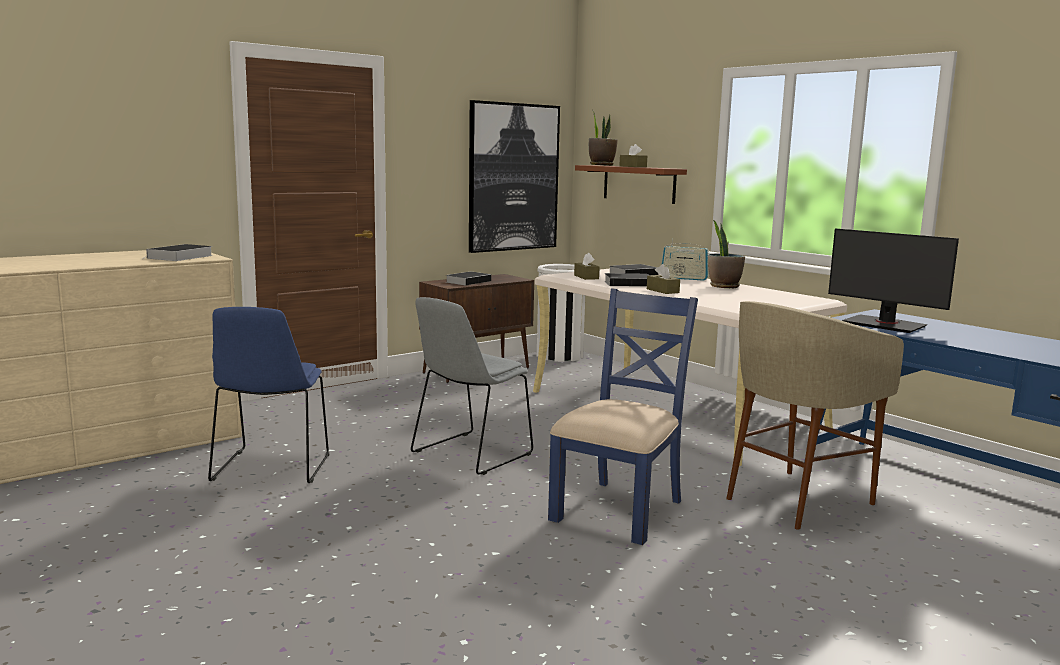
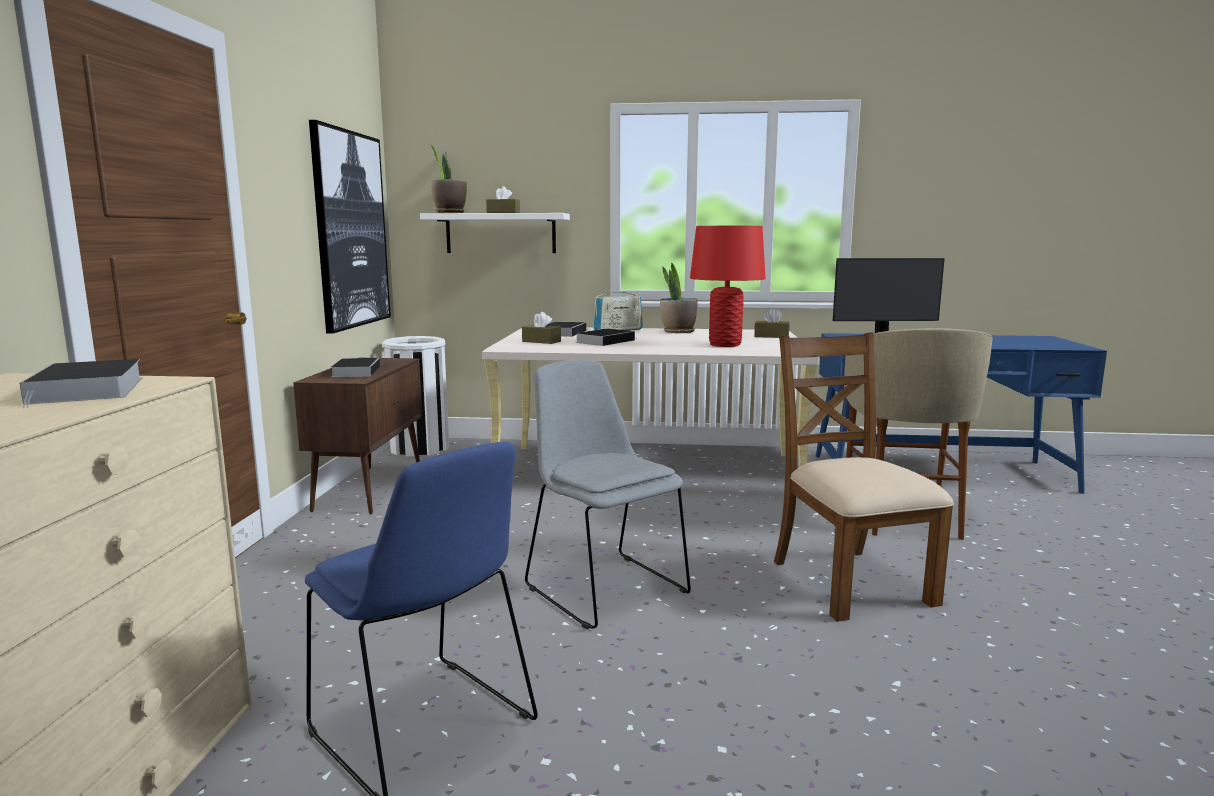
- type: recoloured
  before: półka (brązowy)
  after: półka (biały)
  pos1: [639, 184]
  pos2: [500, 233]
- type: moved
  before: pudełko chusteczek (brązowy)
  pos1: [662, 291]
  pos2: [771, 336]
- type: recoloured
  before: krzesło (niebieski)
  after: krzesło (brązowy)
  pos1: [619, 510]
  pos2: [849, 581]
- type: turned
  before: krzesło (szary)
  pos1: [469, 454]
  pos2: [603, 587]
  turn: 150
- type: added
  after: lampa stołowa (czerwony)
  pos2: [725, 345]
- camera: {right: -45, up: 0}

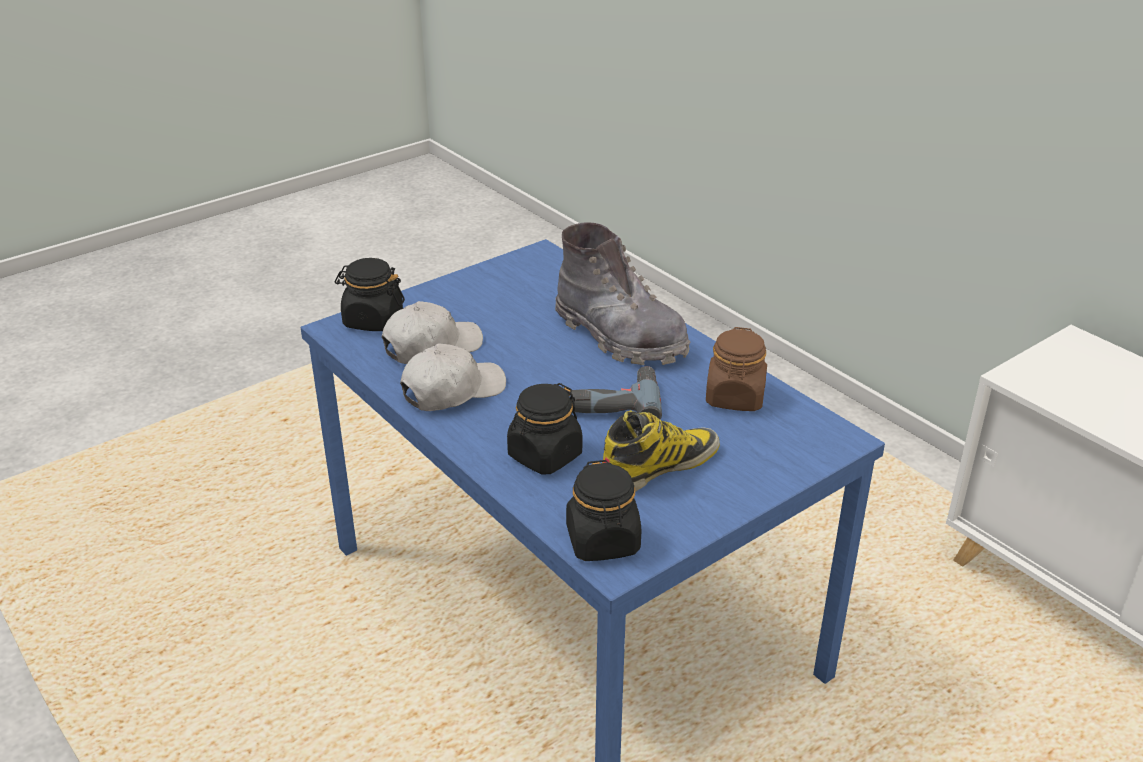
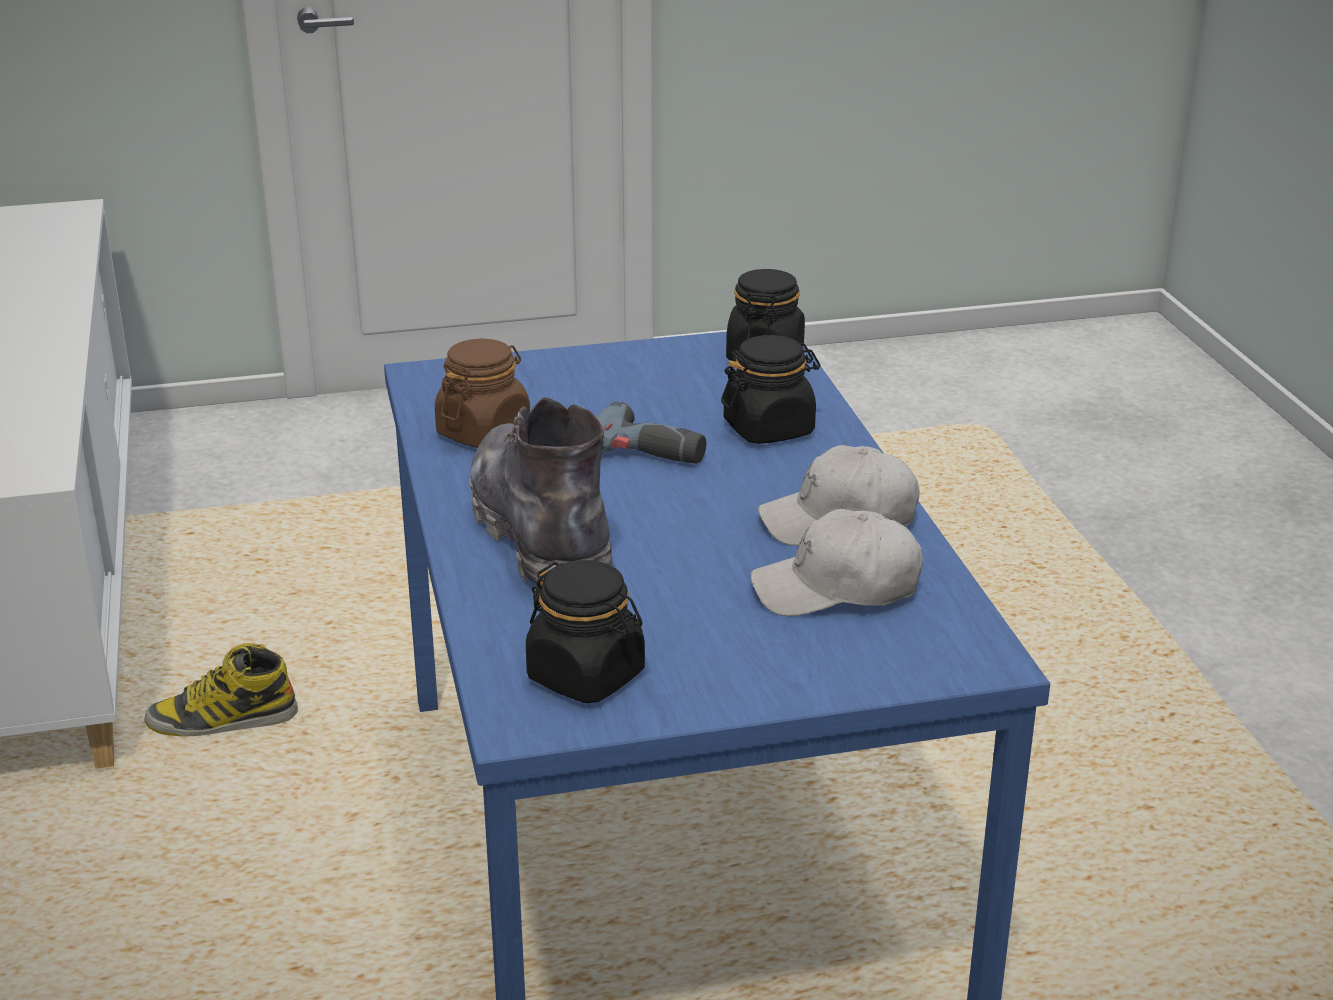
- type: moved
  before: słoik (czarny)
  pos1: [373, 320]
  pos2: [586, 676]
- type: moved
  before: but z cholewką
  pos1: [659, 466]
  pos2: [222, 720]
- camera: {right: -155, up: -5}

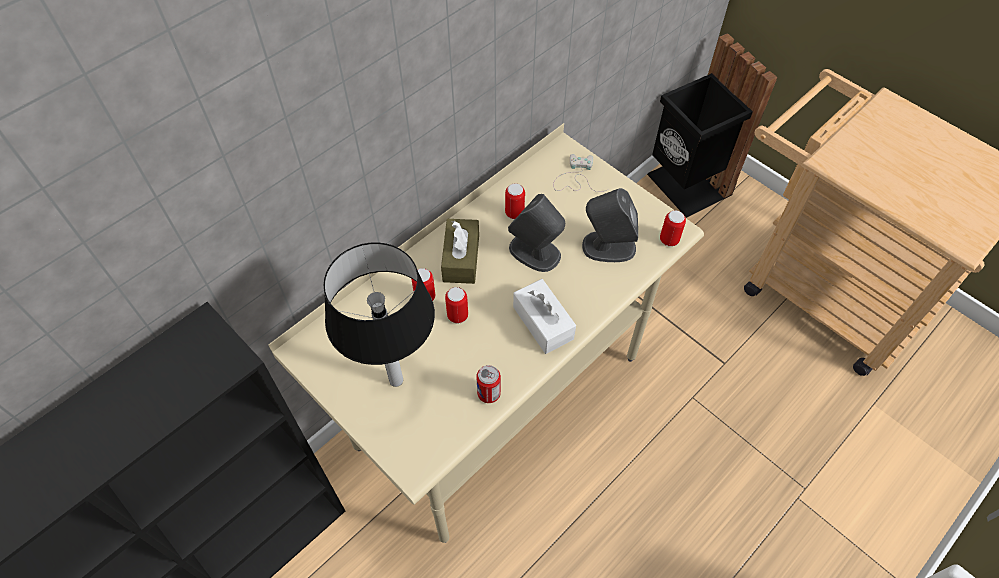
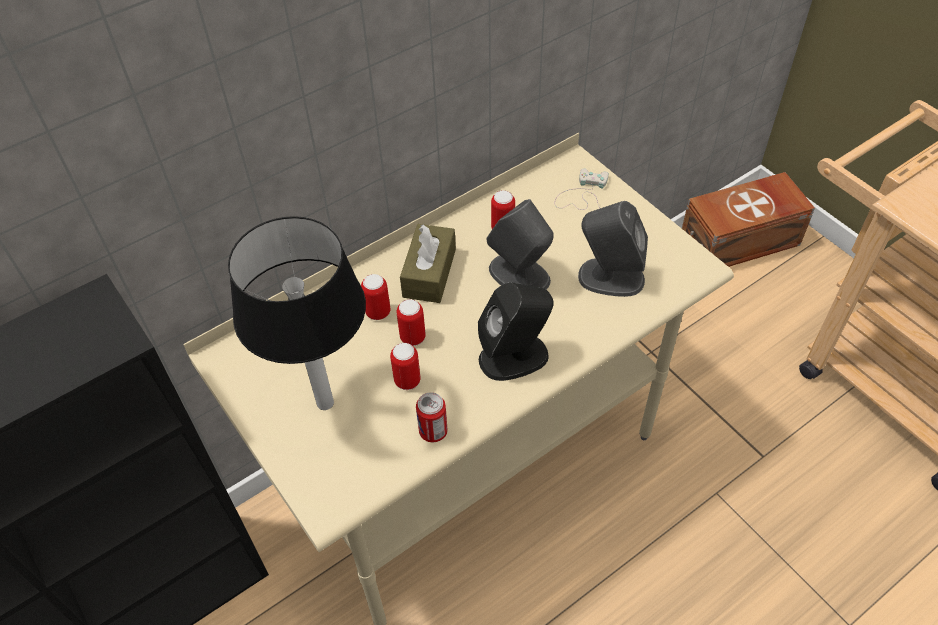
- type: replaced
  before: kosz na śmieci (czarny)
  after: pojemnik do przechowywania (brązowy)
  pos1: [686, 186]
  pos2: [742, 241]
- type: moved
  before: puszka
  pos1: [669, 240]
  pos2: [407, 381]
- type: replaced
  before: pudełko chusteczek (biały)
  after: głośnik (czarny)
  pos1: [543, 323]
  pos2: [514, 357]
- camera: {right: 10, up: -5}

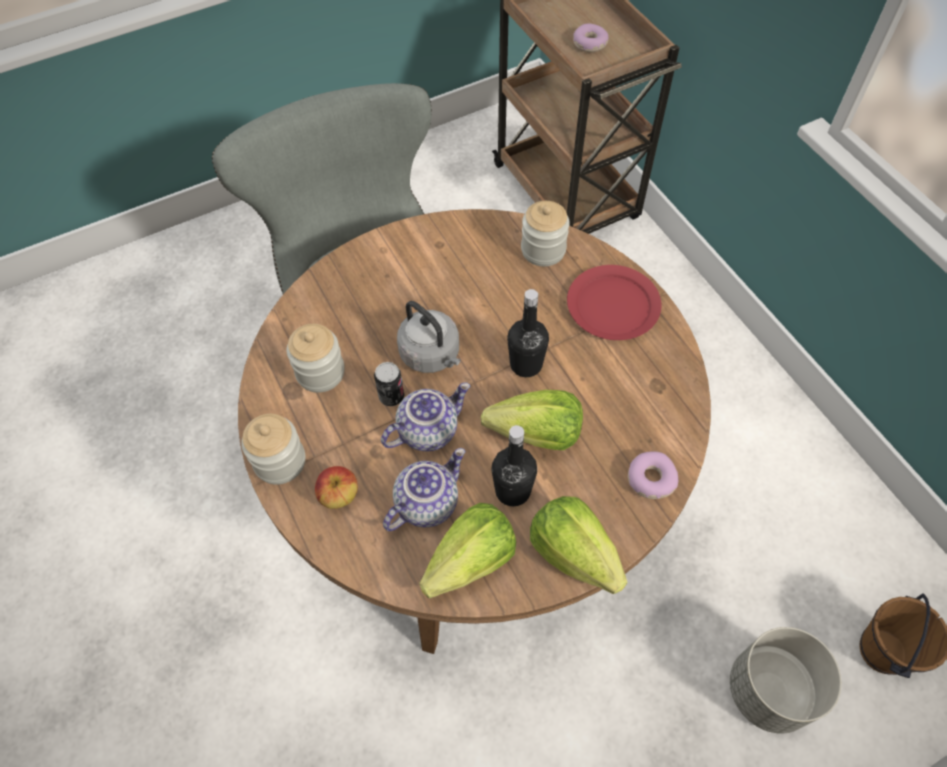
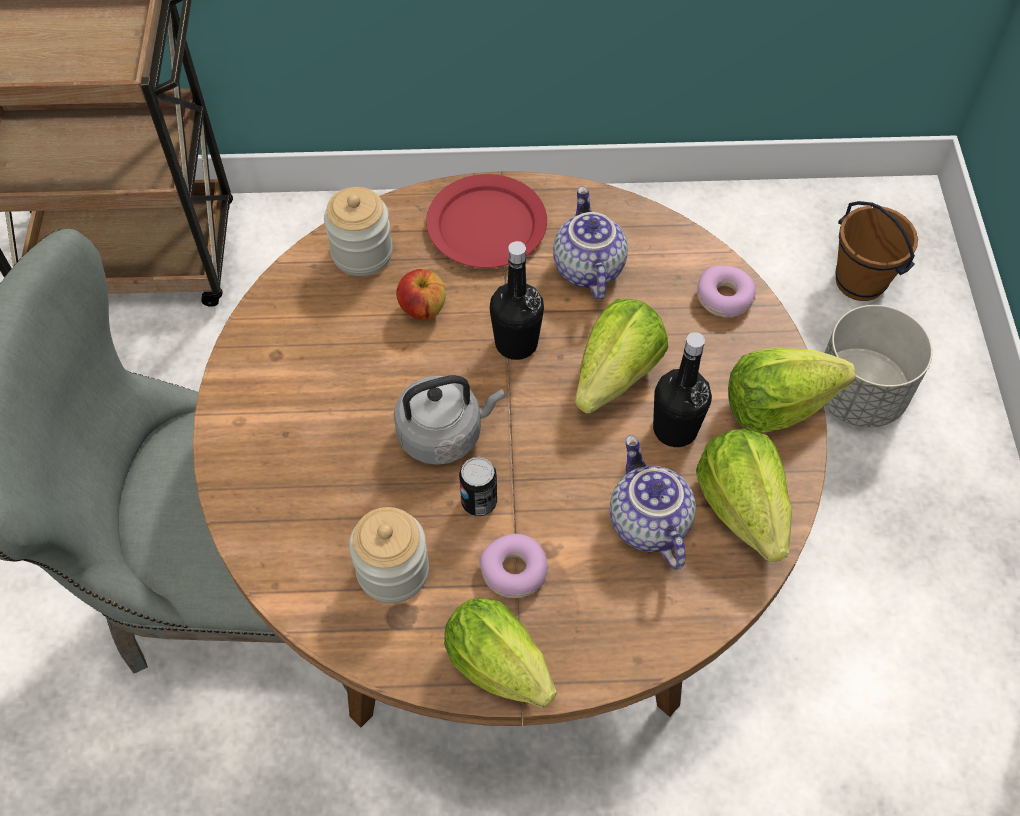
- type: moved
  before: donut
  pos1: [589, 44]
  pos2: [514, 571]
- type: moved
  before: imbryk
  pos1: [427, 429]
  pos2: [586, 268]
- type: replaced
  before: słoik
  after: sałata
  pos1: [280, 461]
  pos2: [504, 669]
- type: moved
  before: jabłko
  pos1: [339, 495]
  pos2: [422, 309]
- camera: {right: -65, up: 0}

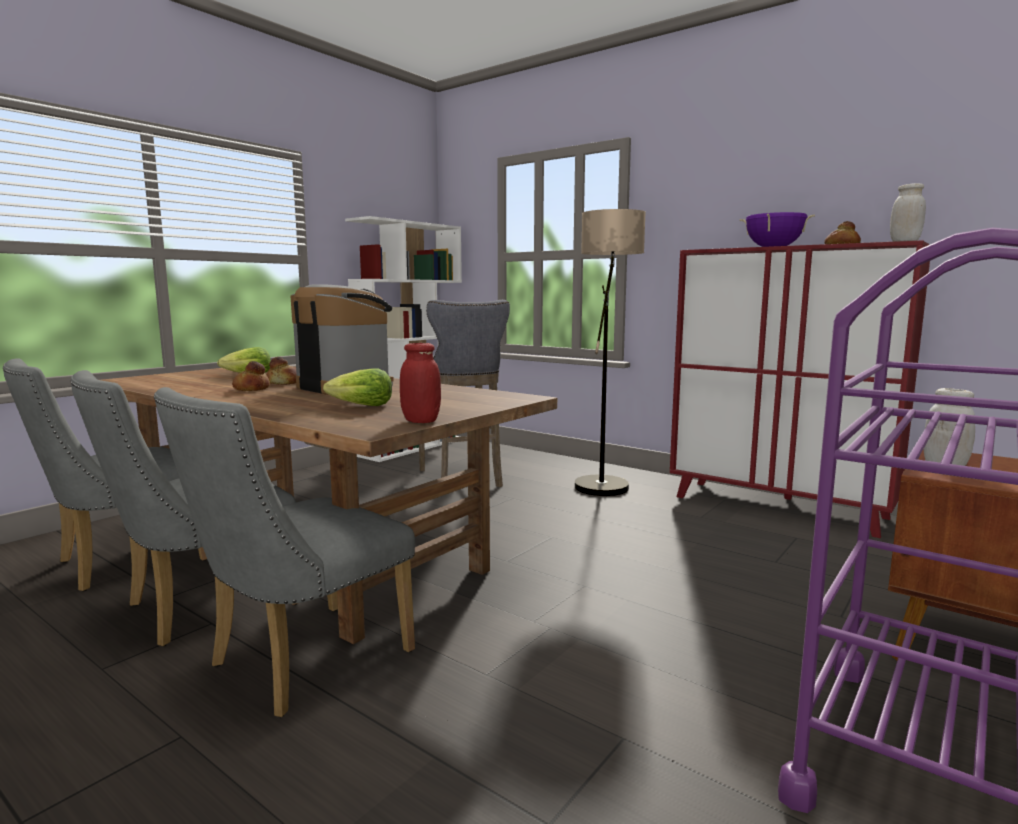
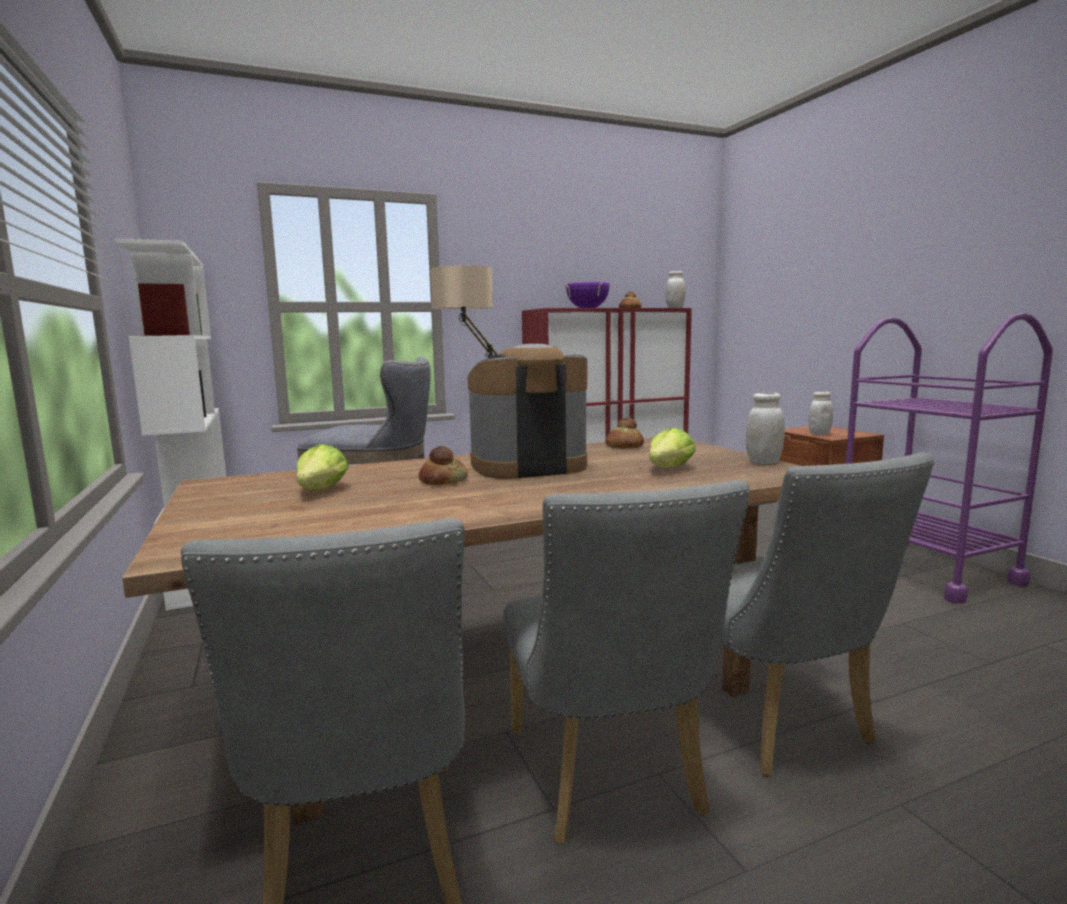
- type: recoloured
  before: słoik (czerwony)
  after: słoik (biały)
  pos1: [421, 421]
  pos2: [763, 462]
- type: moved
  before: chleb
  pos1: [251, 389]
  pos2: [624, 446]
- camera: {right: -60, up: 0}

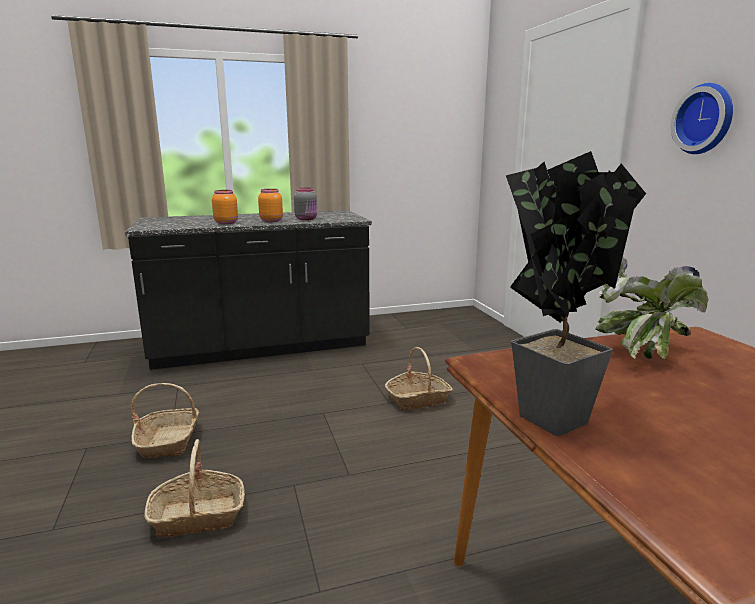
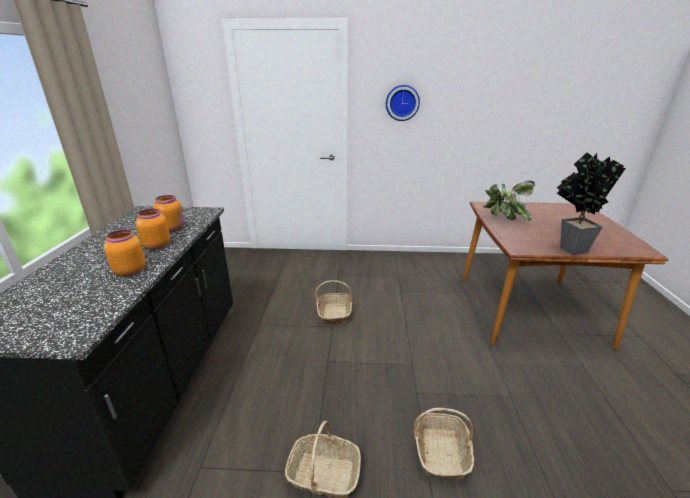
- type: recoloured
  before: słoik (szary)
  after: słoik (pomarańczowy)
  pos1: [306, 219]
  pos2: [172, 229]
- camera: {right: -70, up: 10}

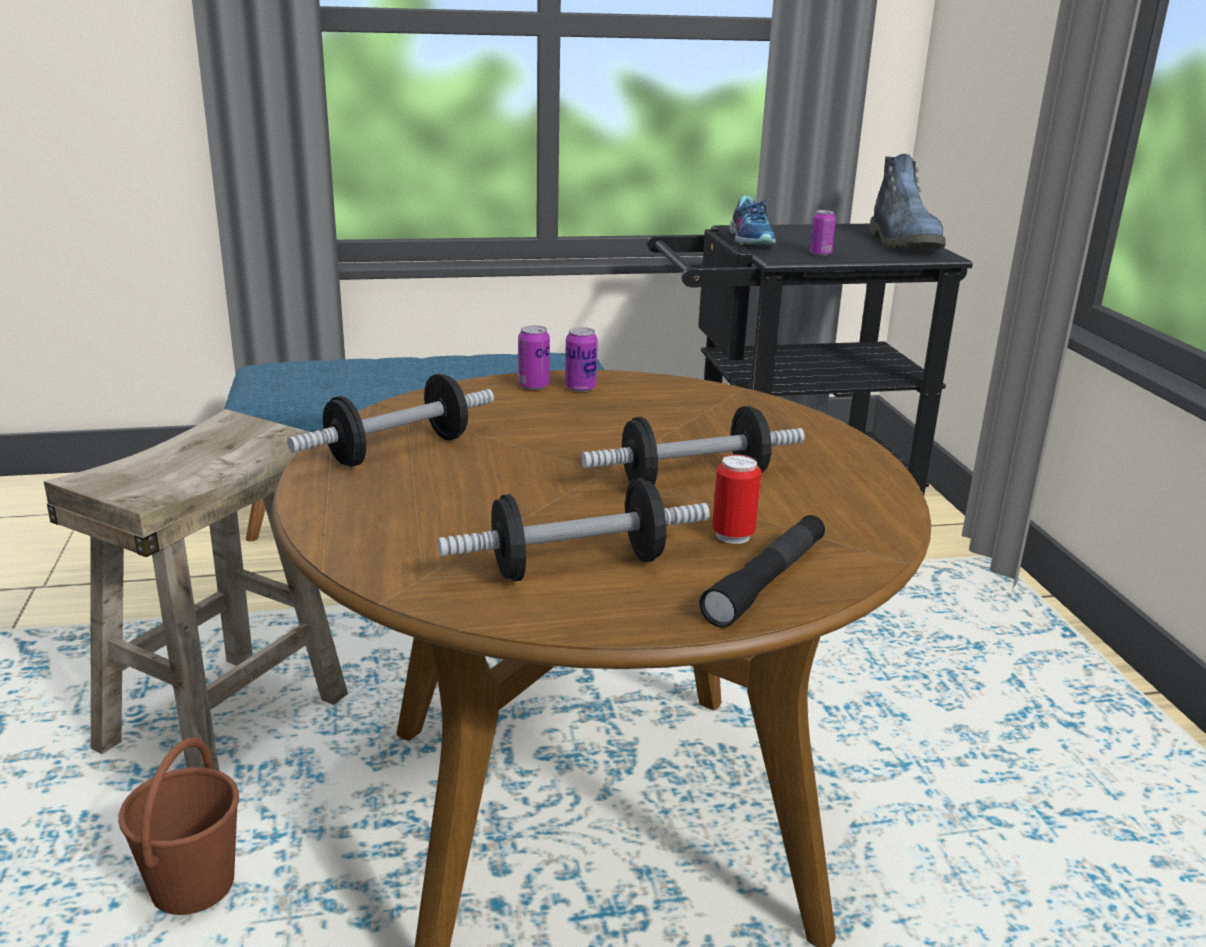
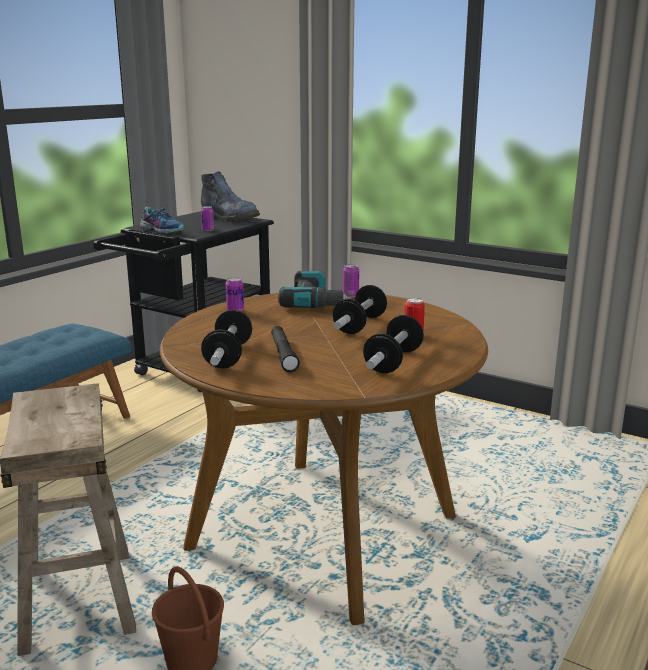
- type: moved
  before: puszka
  pos1: [533, 386]
  pos2: [350, 295]
- type: moved
  before: latarka (czarny)
  pos1: [766, 582]
  pos2: [283, 355]
- type: added
  after: wiertarka
  pos2: [314, 302]
- camera: {right: -45, up: -5}

